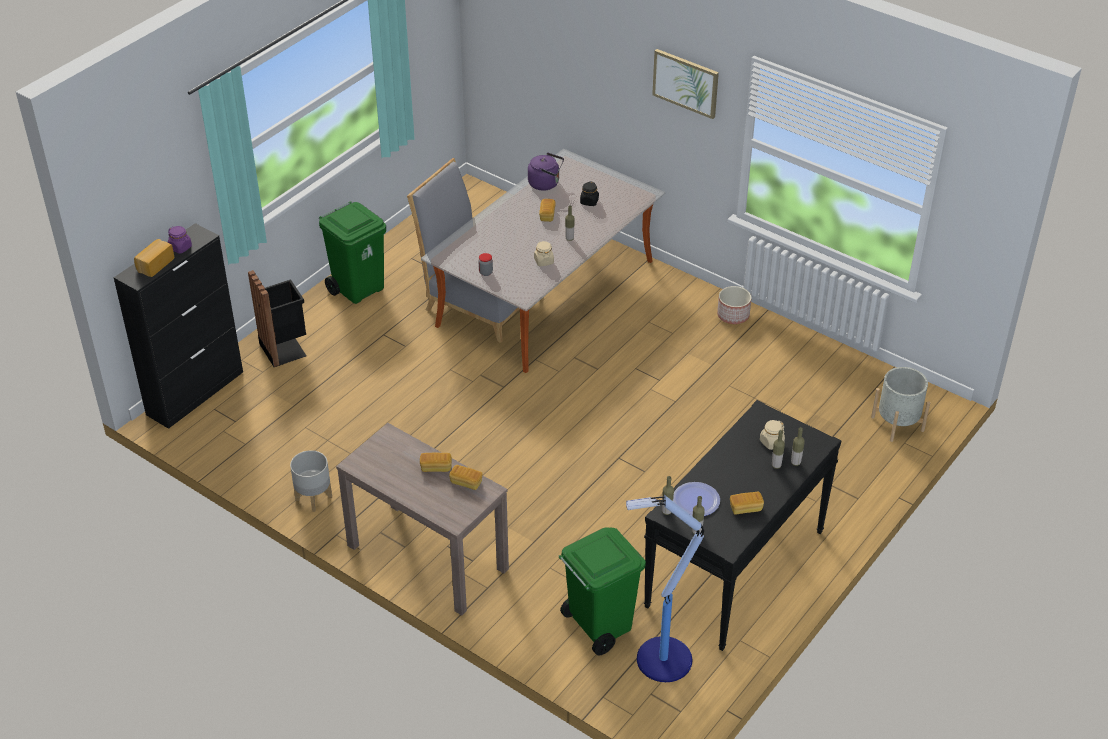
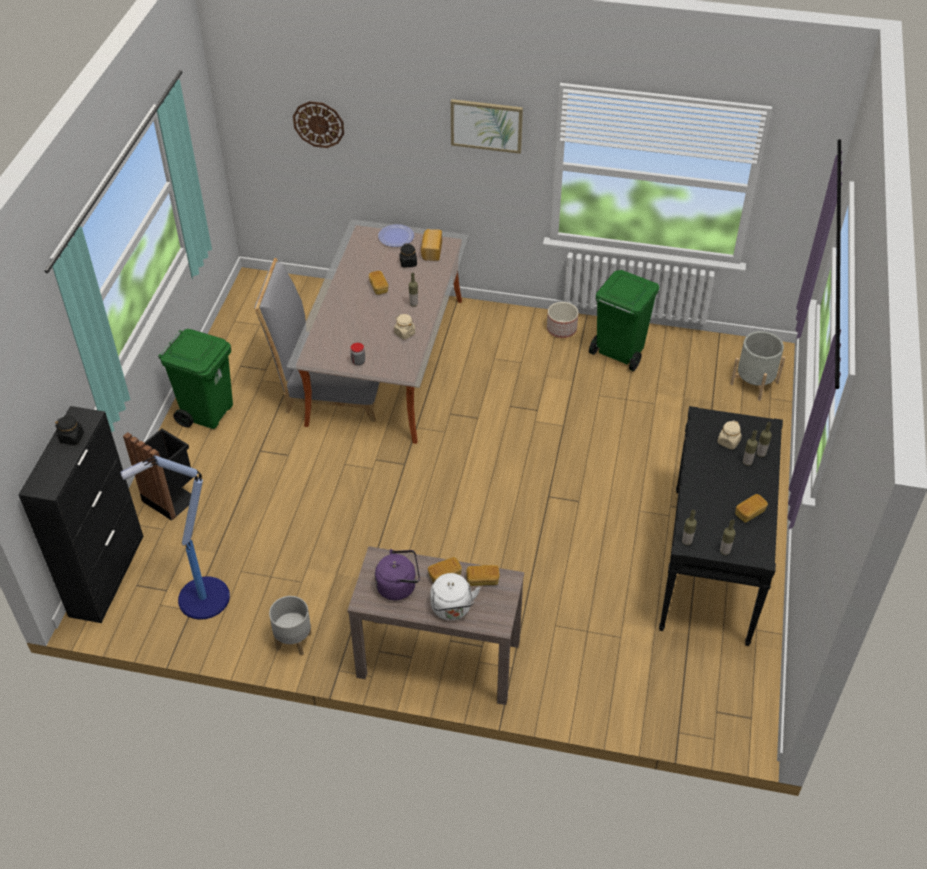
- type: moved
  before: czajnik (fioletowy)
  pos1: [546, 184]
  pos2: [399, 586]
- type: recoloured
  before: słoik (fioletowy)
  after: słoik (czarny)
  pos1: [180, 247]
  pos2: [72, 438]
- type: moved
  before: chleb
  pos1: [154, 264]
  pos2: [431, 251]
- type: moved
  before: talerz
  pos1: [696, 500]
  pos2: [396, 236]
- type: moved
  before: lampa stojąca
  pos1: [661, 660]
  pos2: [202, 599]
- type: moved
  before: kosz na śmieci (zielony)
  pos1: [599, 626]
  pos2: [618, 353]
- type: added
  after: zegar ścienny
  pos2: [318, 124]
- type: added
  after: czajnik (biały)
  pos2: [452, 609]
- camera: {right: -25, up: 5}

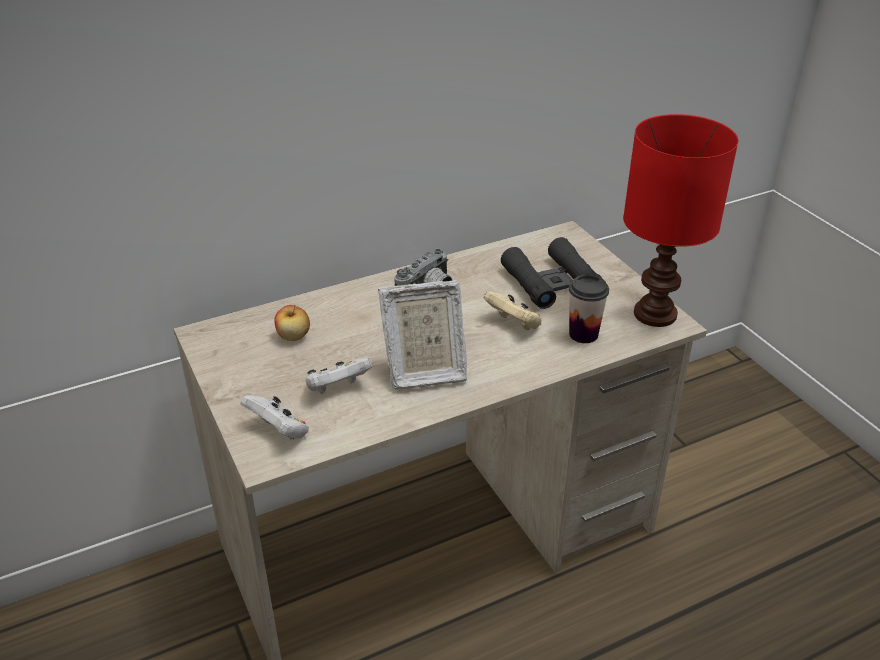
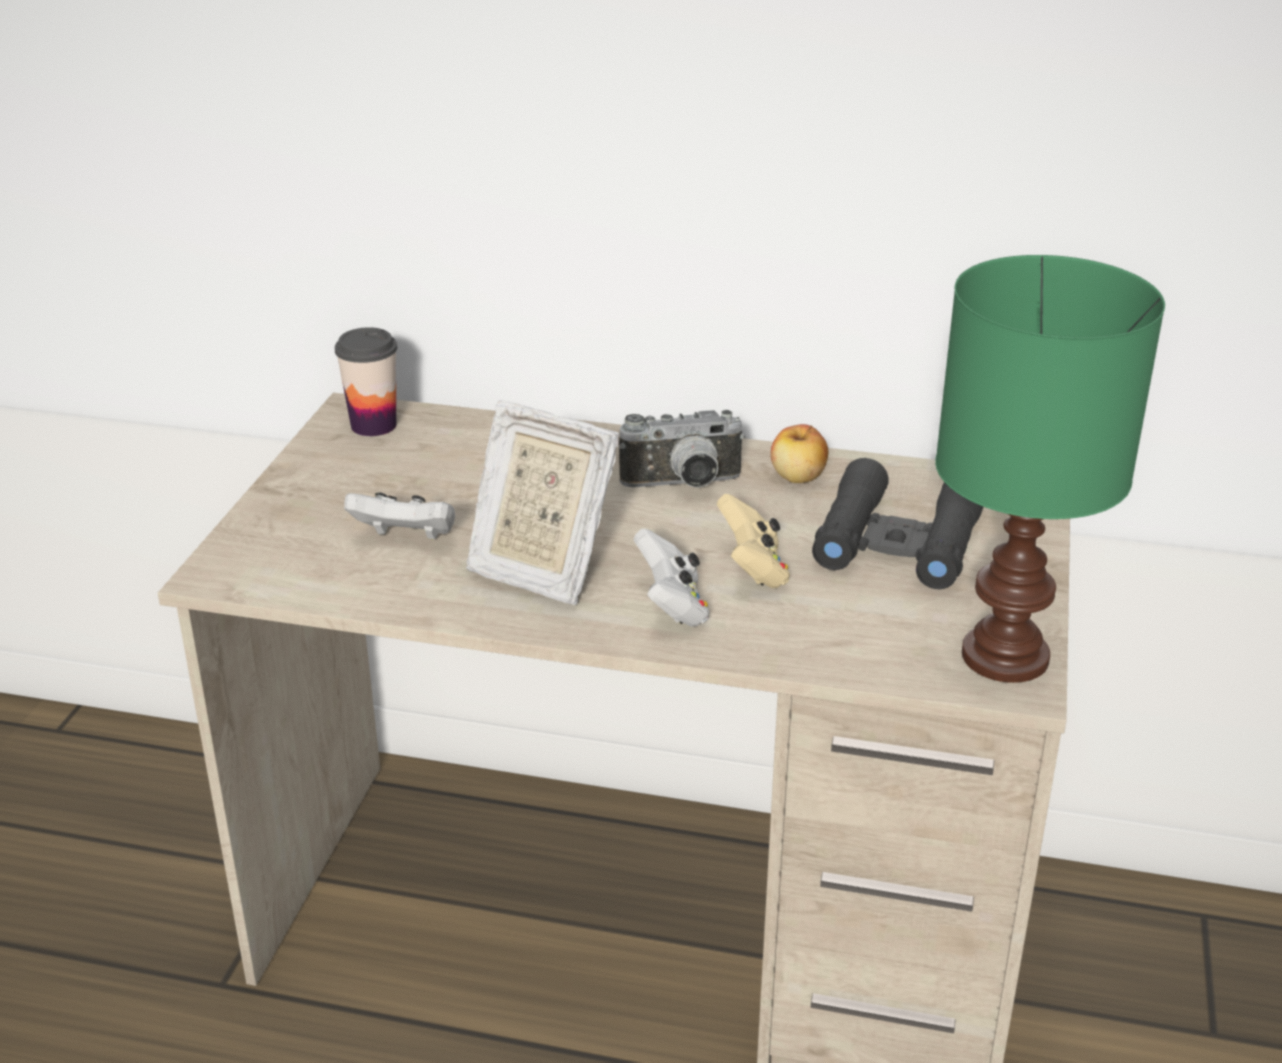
- type: recoloured
  before: lampa stołowa (czerwony)
  after: lampa stołowa (zielony)
  pos1: [653, 314]
  pos2: [1001, 655]
- type: moved
  before: filiżanka
  pos1: [583, 334]
  pos2: [373, 425]
- type: moved
  before: jabłko
  pos1: [293, 336]
  pos2: [798, 477]
- type: moved
  before: pad do gier (biały)
  pos1: [279, 432]
  pos2: [672, 607]
- camera: {right: 40, up: -5}

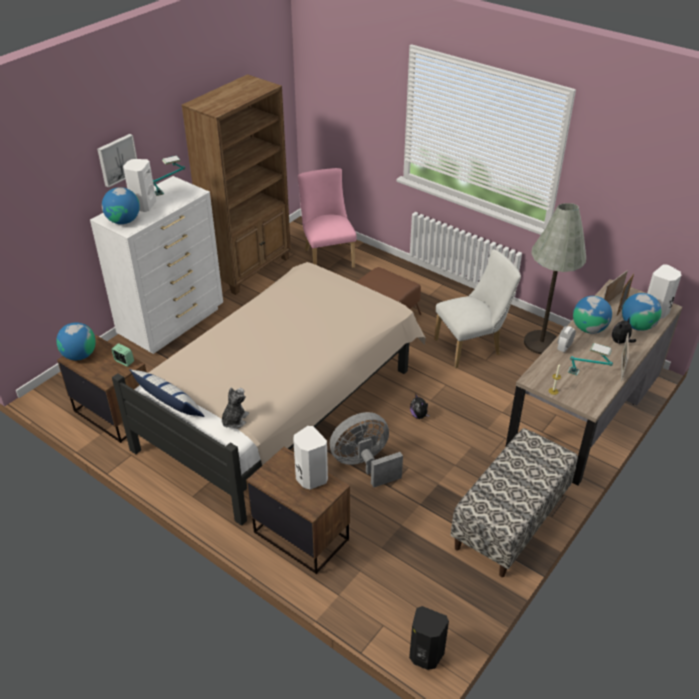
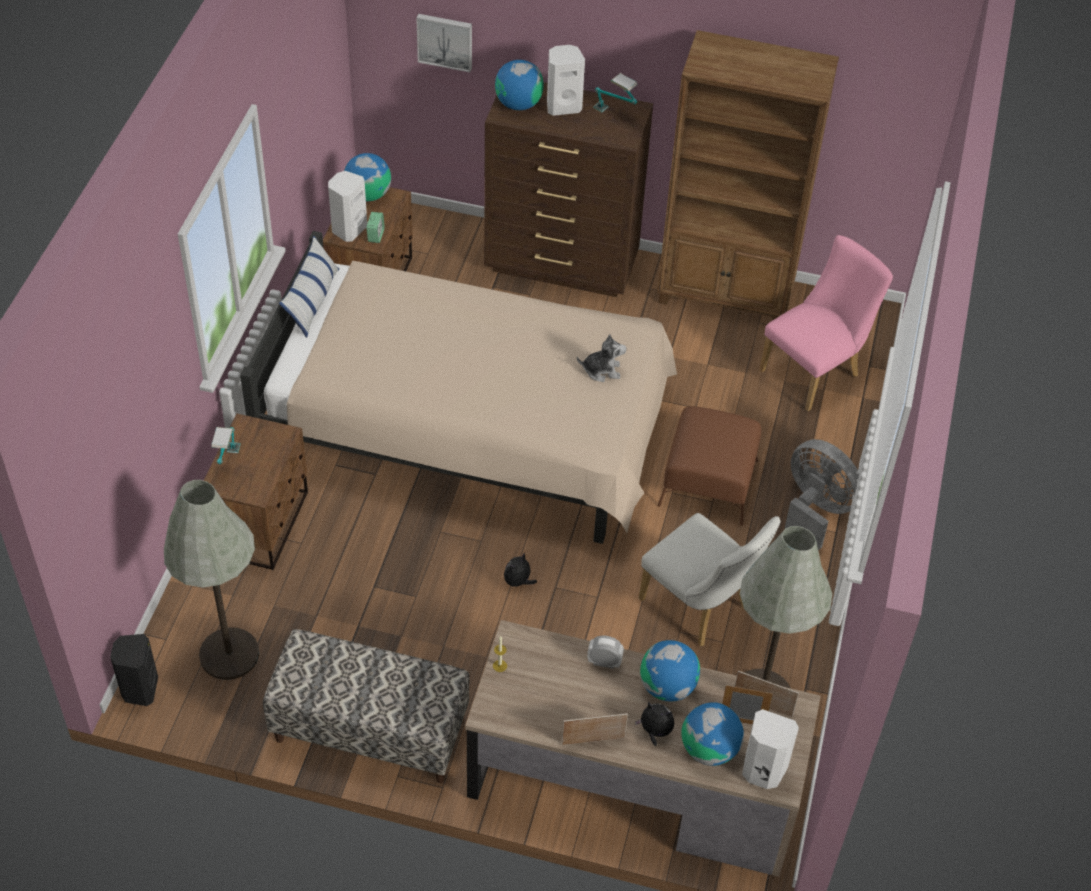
- type: moved
  before: obraz
  pos1: [117, 159]
  pos2: [445, 41]
- type: recoloured
  before: komoda (biały)
  after: komoda (brązowy)
  pos1: [173, 323]
  pos2: [562, 265]
- type: moved
  before: lampa stołowa
  pos1: [587, 376]
  pos2: [229, 463]
- type: moved
  before: pluszak
  pos1: [234, 420]
  pos2: [602, 370]
- type: moved
  before: wentylator (szary)
  pos1: [364, 465]
  pos2: [816, 510]
- type: moved
  before: głośnik (biały)
  pos1: [310, 478]
  pos2: [348, 229]
- type: added
  after: lampa stojąca (szary)
  pos2: [229, 654]
- camera: {right: 65, up: 10}

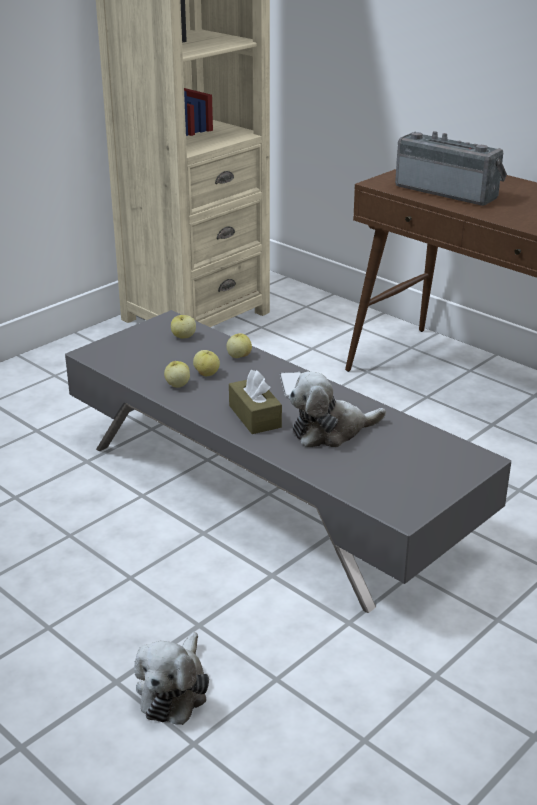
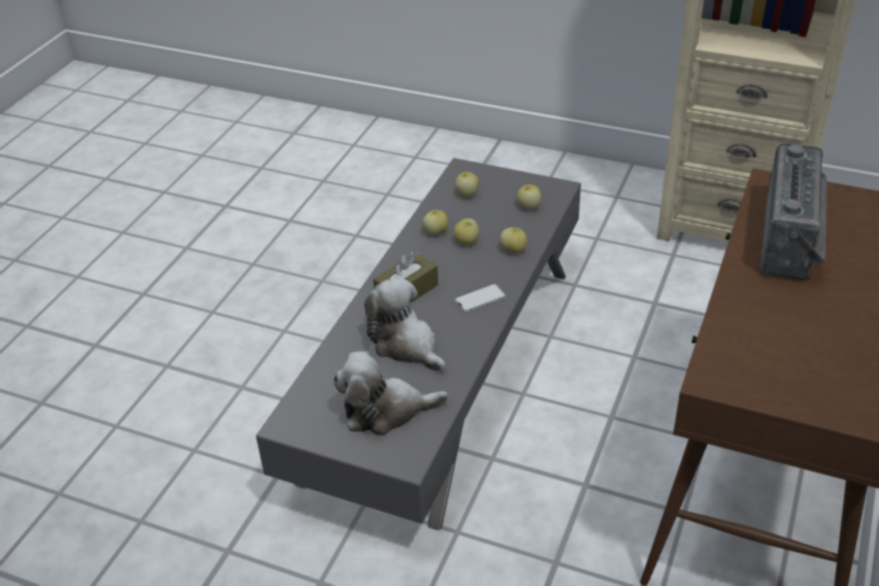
- type: moved
  before: pluszak
  pos1: [174, 690]
  pos2: [385, 411]
- type: added
  after: jabłko
  pos2: [466, 194]
- camera: {right: 70, up: 10}

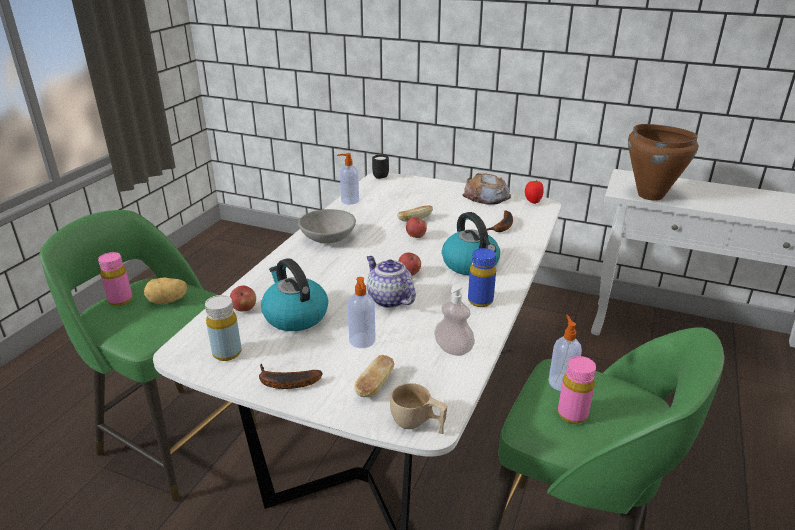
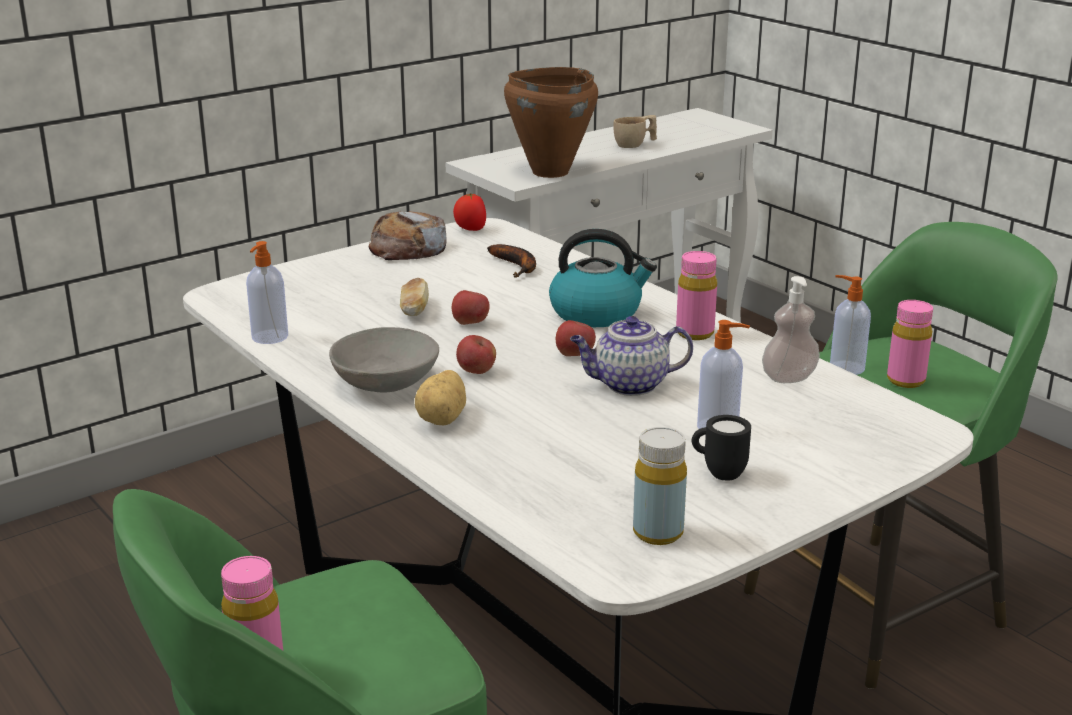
- type: moved
  before: kubek (czarny)
  pos1: [379, 176]
  pos2: [718, 474]
- type: recoloured
  before: butelka (niebieski)
  after: butelka (różowy)
  pos1: [480, 301]
  pos2: [695, 333]
- type: removed
  before: czajnik
  pos1: [294, 315]
- type: moved
  before: ziemniak
  pos1: [168, 301]
  pos2: [444, 419]
- type: moved
  before: jabłko
  pos1: [244, 309]
  pos2: [476, 372]
- type: removed
  before: chleb
  pos1: [375, 385]
- type: removed
  before: banan
  pos1: [284, 383]
- type: moved
  before: filiżanka (beżowy)
  pos1: [417, 424]
  pos2: [635, 145]
- camera: {right: -60, up: -5}

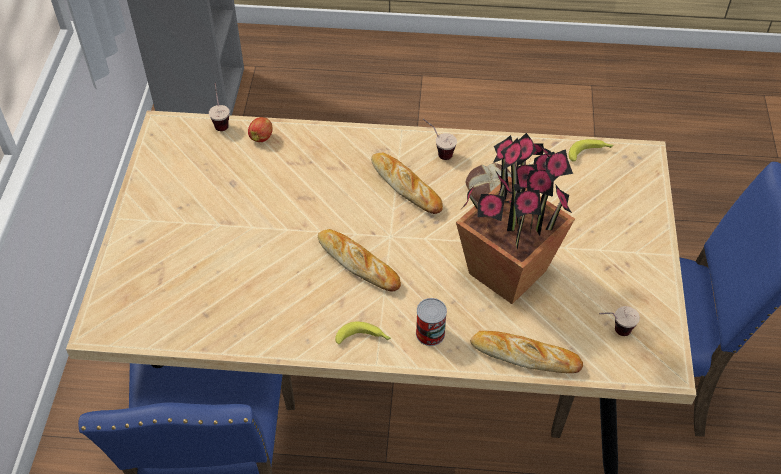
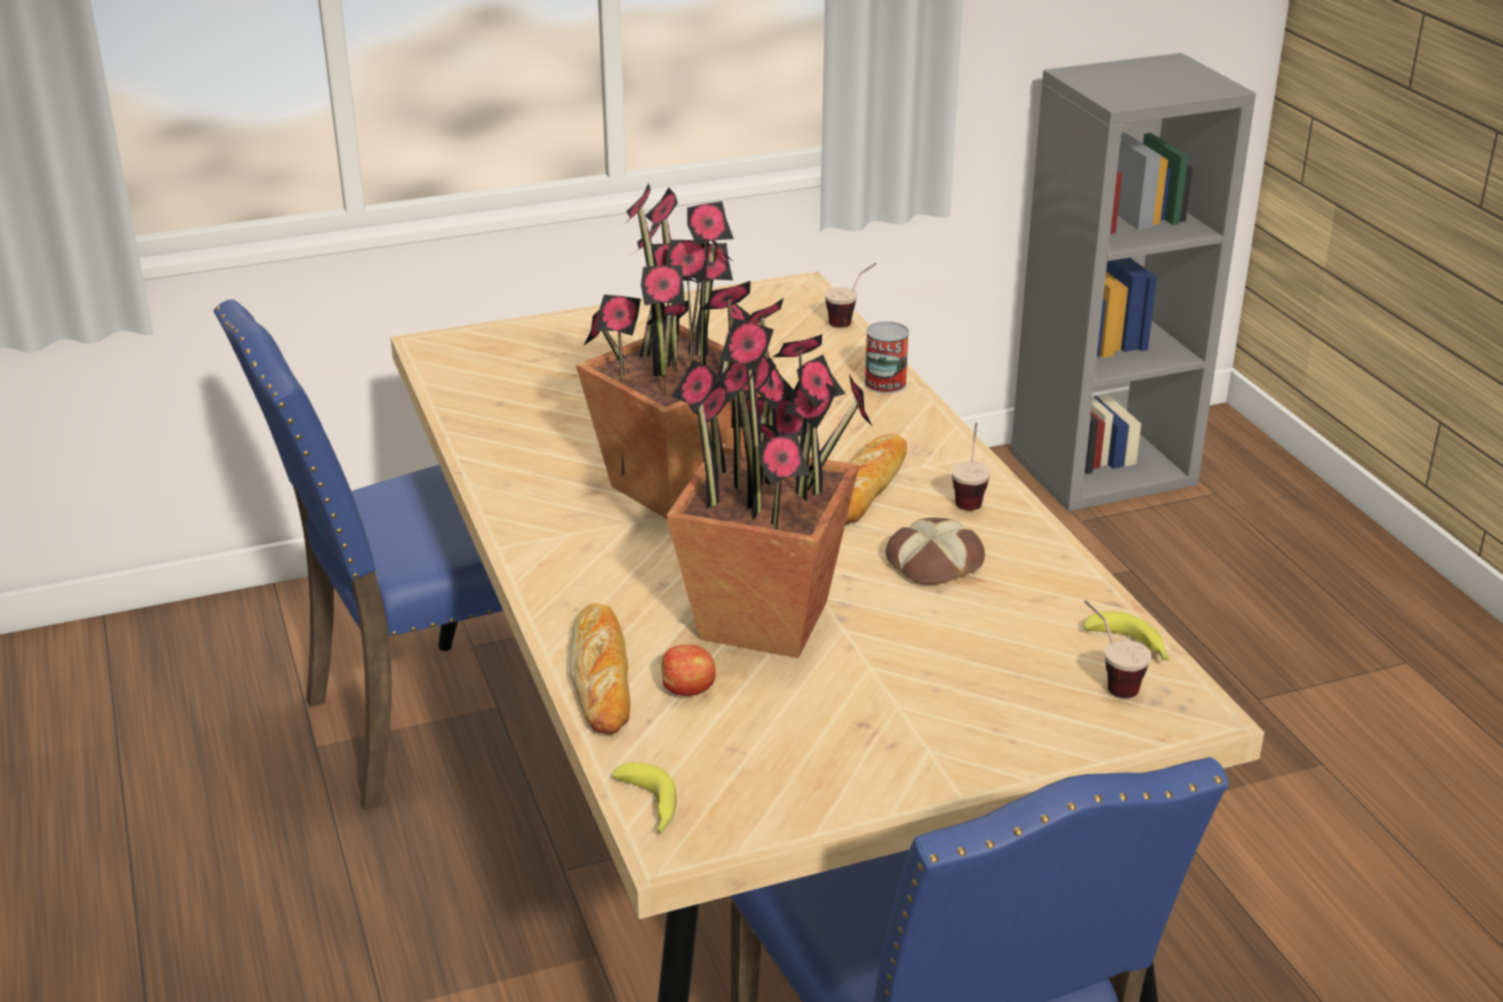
- type: moved
  before: jabłko
  pos1: [261, 137]
  pos2: [688, 690]
- type: replaced
  before: chleb
  after: roślina doniczkowa
  pos1: [358, 263]
  pos2: [676, 486]
- type: moved
  before: puszka
  pos1: [430, 333]
  pos2: [885, 383]
- type: moved
  before: filiżanka
  pos1: [613, 331]
  pos2: [1108, 681]
- type: moved
  before: banan
  pos1: [364, 338]
  pos2: [649, 808]
- camera: {right: 65, up: -20}

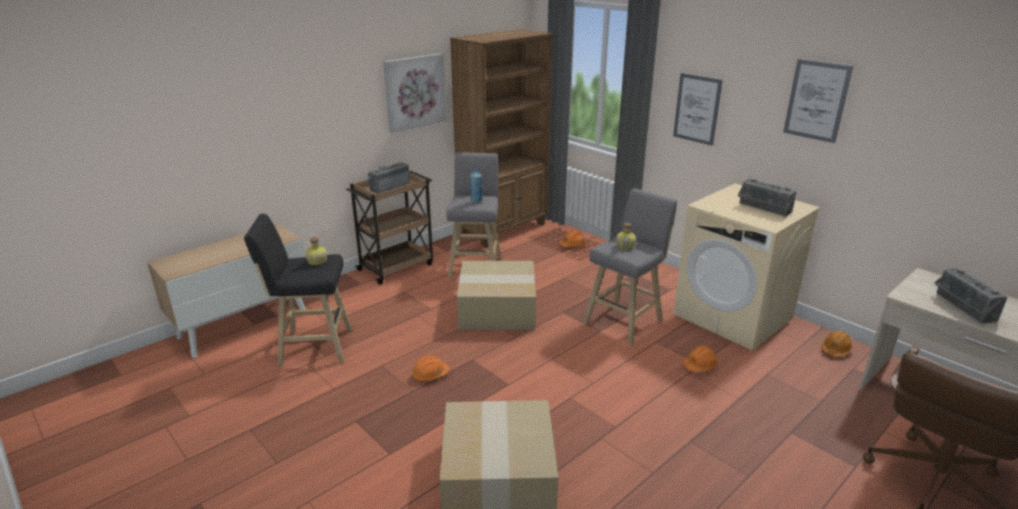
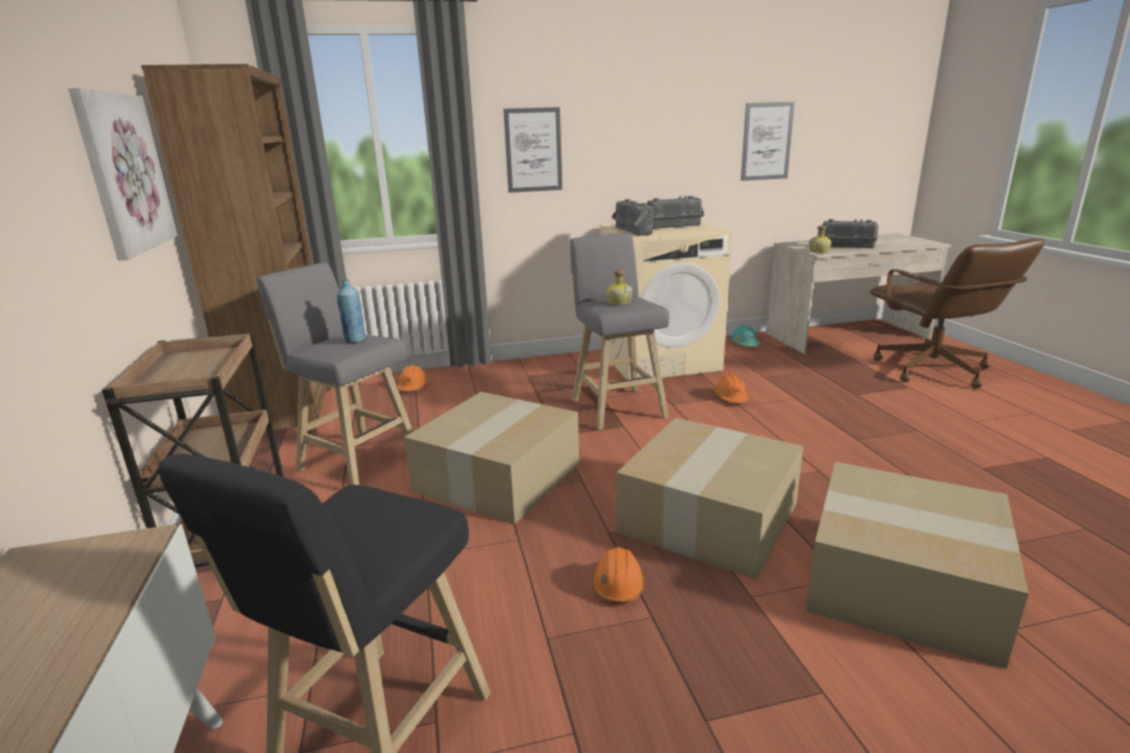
- type: moved
  before: obraz
  pos1: [816, 100]
  pos2: [766, 141]
- type: moved
  before: radio
  pos1: [388, 186]
  pos2: [630, 231]
- type: moved
  before: butelka
  pos1: [317, 261]
  pos2: [819, 251]
- type: recoloured
  before: kask (pomarańczowy)
  after: kask (turkusowy)
  pos1: [835, 350]
  pos2: [744, 344]
- type: added
  after: karton
  pos2: [707, 516]
- camera: {right: -60, up: -5}

